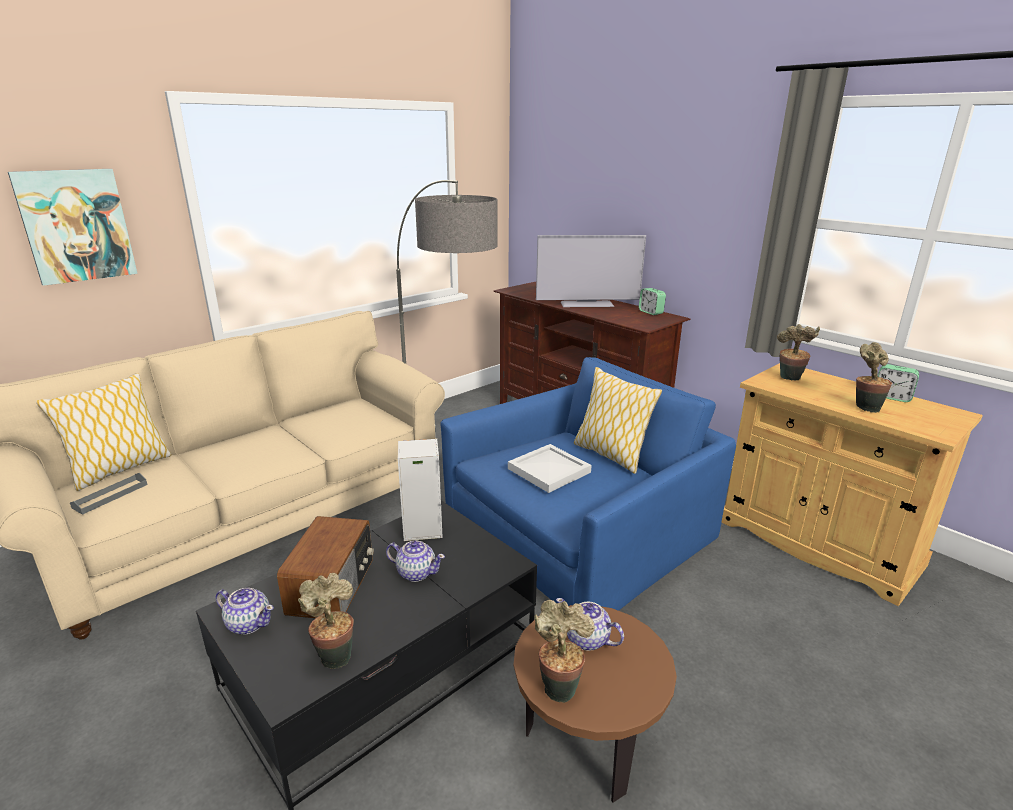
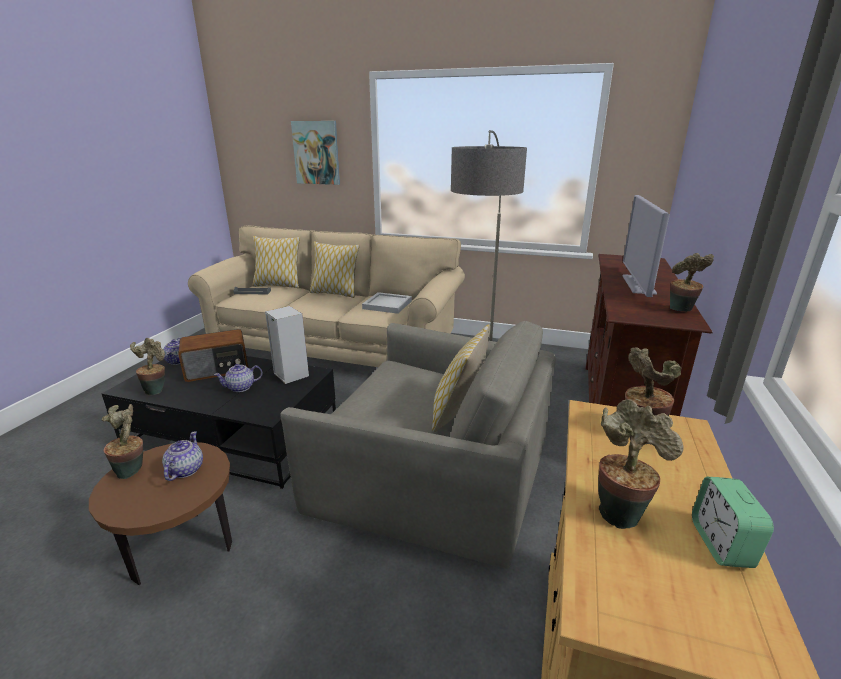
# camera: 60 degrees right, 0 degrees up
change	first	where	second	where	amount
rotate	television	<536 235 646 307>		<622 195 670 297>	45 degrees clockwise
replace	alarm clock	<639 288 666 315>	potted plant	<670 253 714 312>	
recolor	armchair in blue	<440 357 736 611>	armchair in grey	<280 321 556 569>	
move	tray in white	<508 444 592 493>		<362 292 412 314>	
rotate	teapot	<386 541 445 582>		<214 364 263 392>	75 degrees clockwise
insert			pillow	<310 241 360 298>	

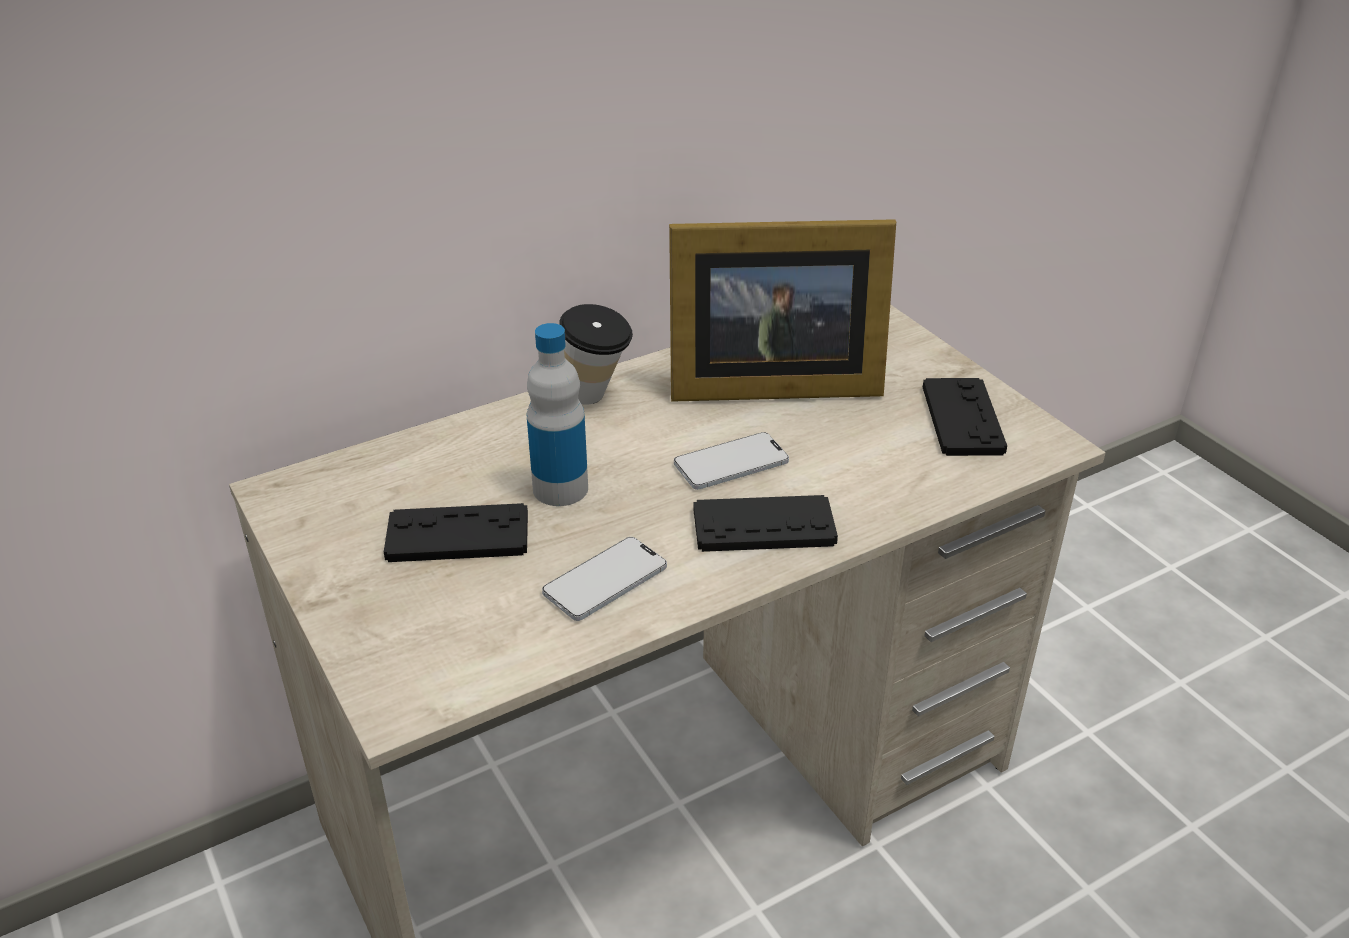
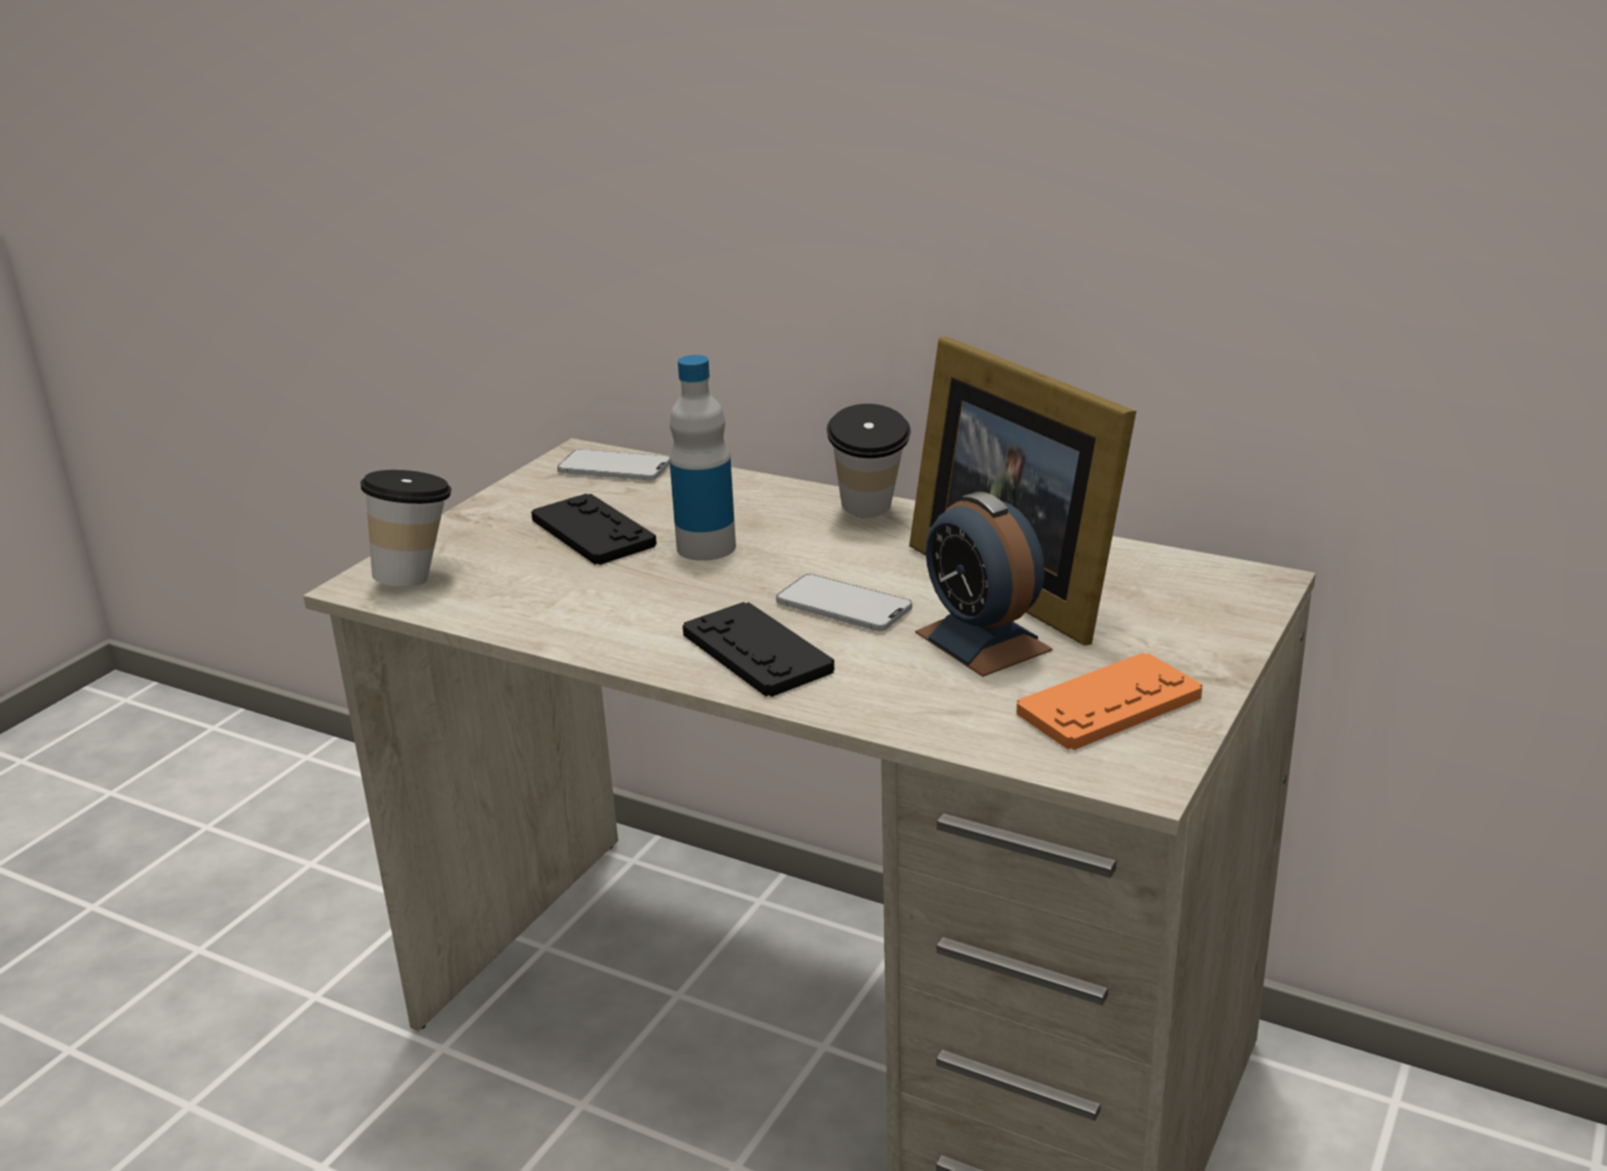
# camera: 60 degrees right, 10 degrees down
change	first	where	second	where	amount
recolor	game controller in black	<923 378 1007 456>	game controller in orange	<1017 653 1202 750>	
move	phone	<542 537 667 621>		<557 449 670 480>	
insert			cup	<360 470 452 586>	
insert			alarm clock	<915 492 1053 677>	

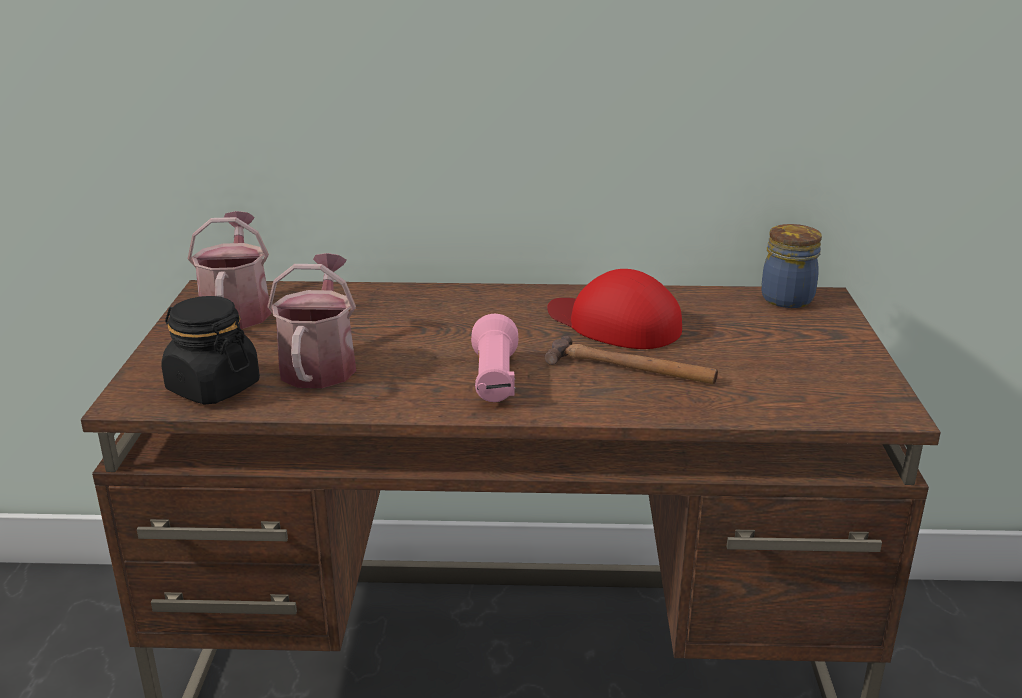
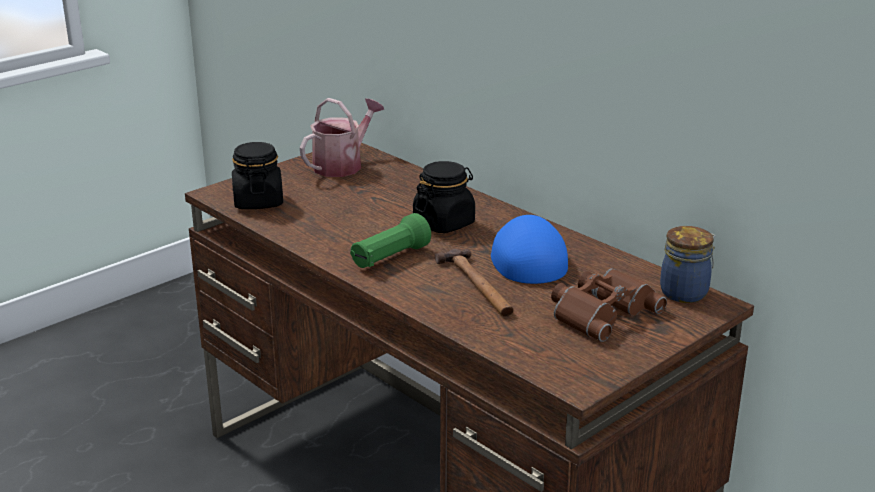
# camera: 45 degrees right, 0 degrees up
change	first	where	second	where	amount
delete	watering can	<267 253 356 388>			
recolor	cap in red	<547 269 682 349>	cap in blue	<491 215 568 284>	
recolor	flashlight in pink	<471 314 518 402>	flashlight in green	<350 213 431 268>	
insert			jar in black	<413 161 475 233>	
insert			binoculars in brown	<551 268 667 342>	

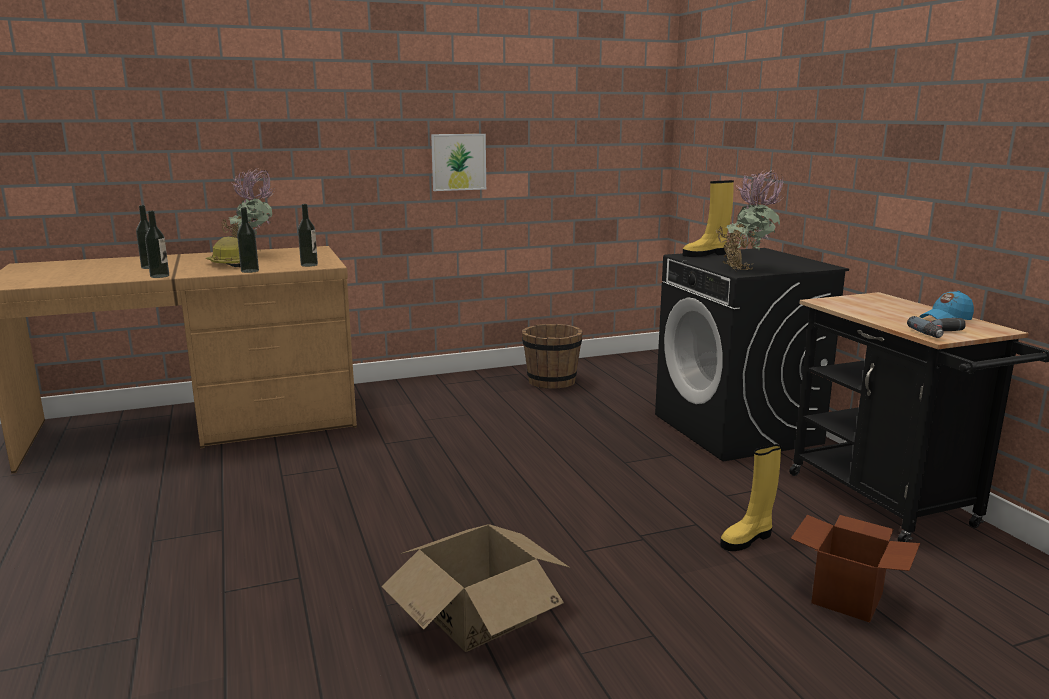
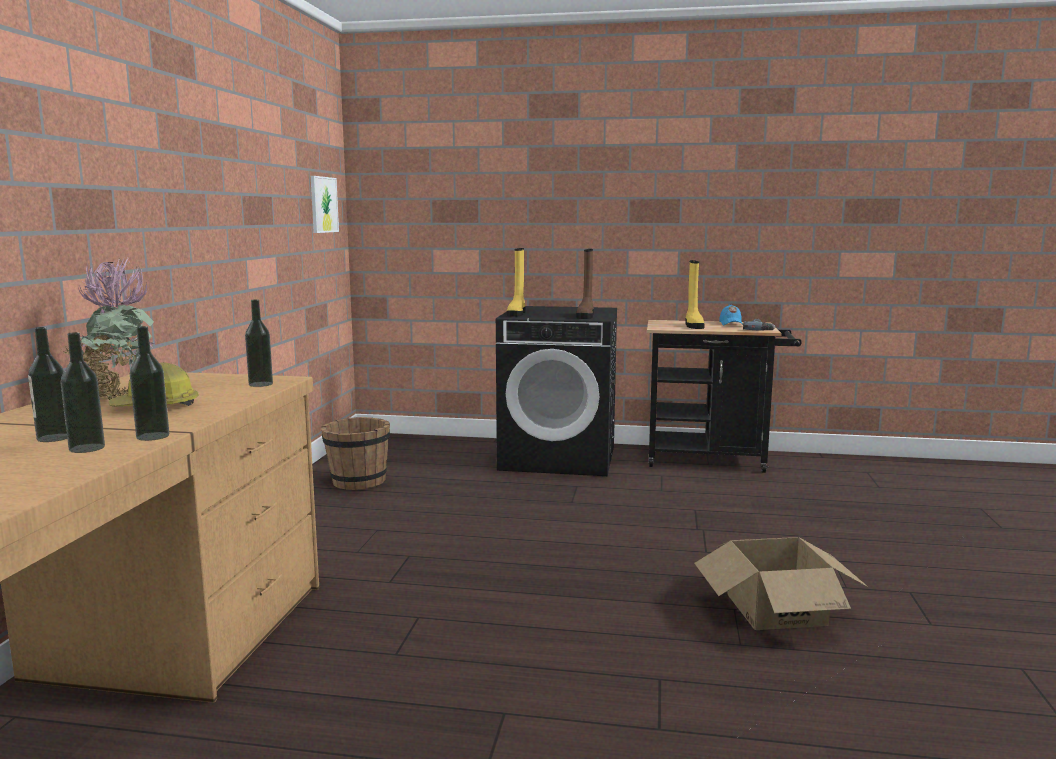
# camera: 60 degrees left, 5 degrees down
change	first	where	second	where	amount
move	picture	<431 134 486 191>		<311 176 339 233>	
replace	potted plant	<715 170 784 271>	boot in brown	<576 249 594 319>	
move	bottle	<237 207 259 273>		<61 332 105 453>	
move	boot in yellow	<720 444 781 551>		<685 260 705 329>	
delete	cardboard box	<791 515 920 622>			

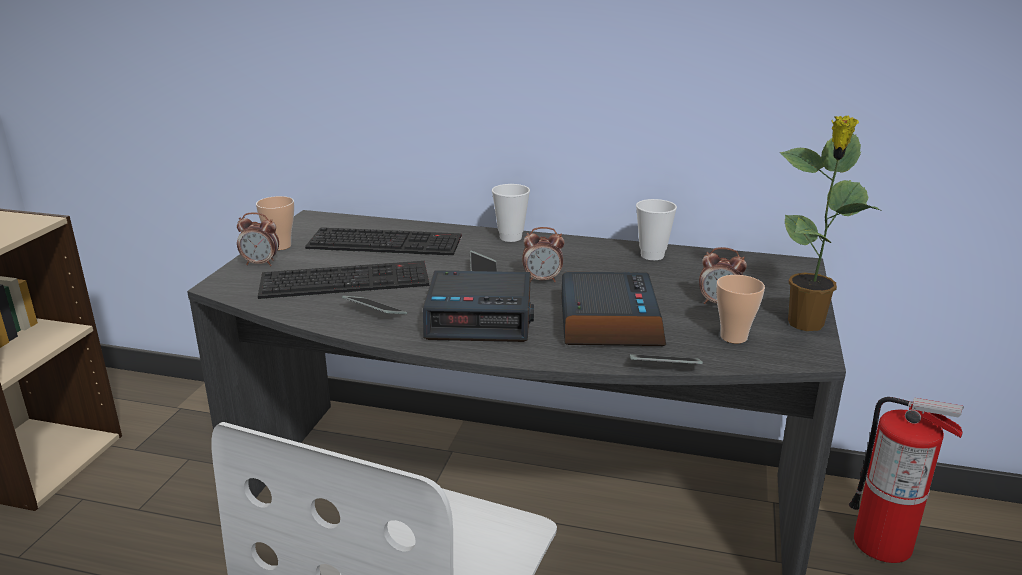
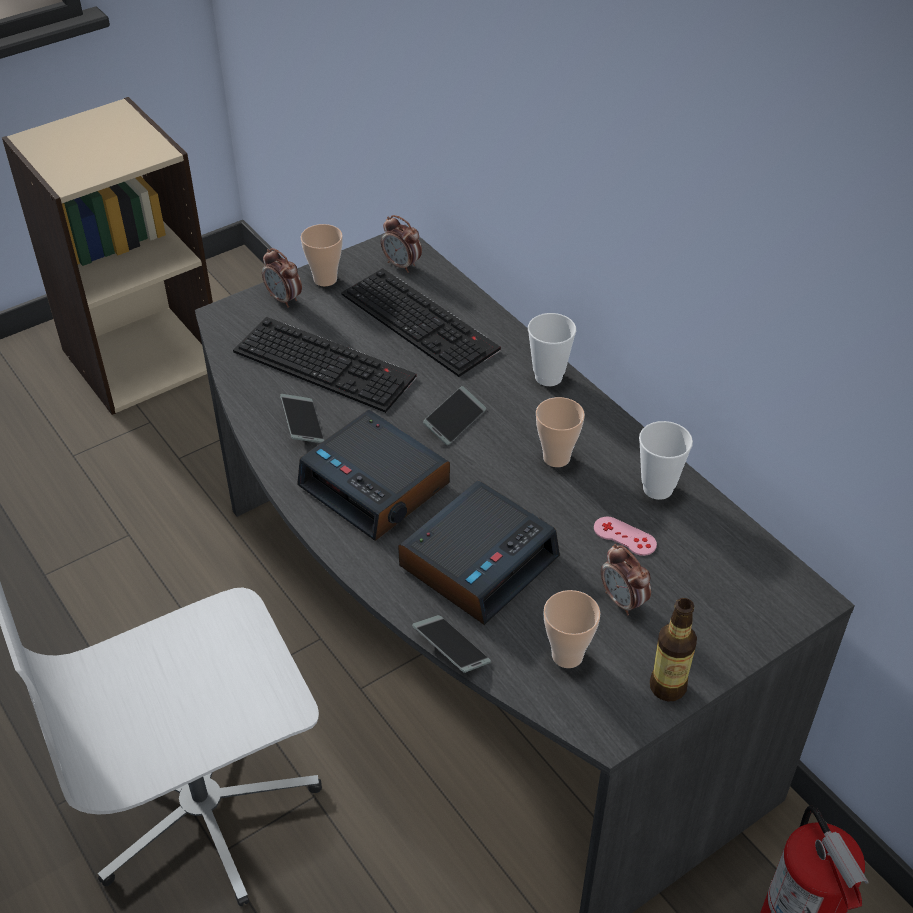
# camera: 40 degrees right, 20 degrees up
change	first	where	second	where	amount
replace	potted plant	<779 116 882 331>	bottle	<650 598 697 701>	
move	alarm clock	<522 227 564 282>		<381 215 422 273>	
insert			cup	<536 397 585 467>	
insert			game controller in pink	<594 517 657 556>	

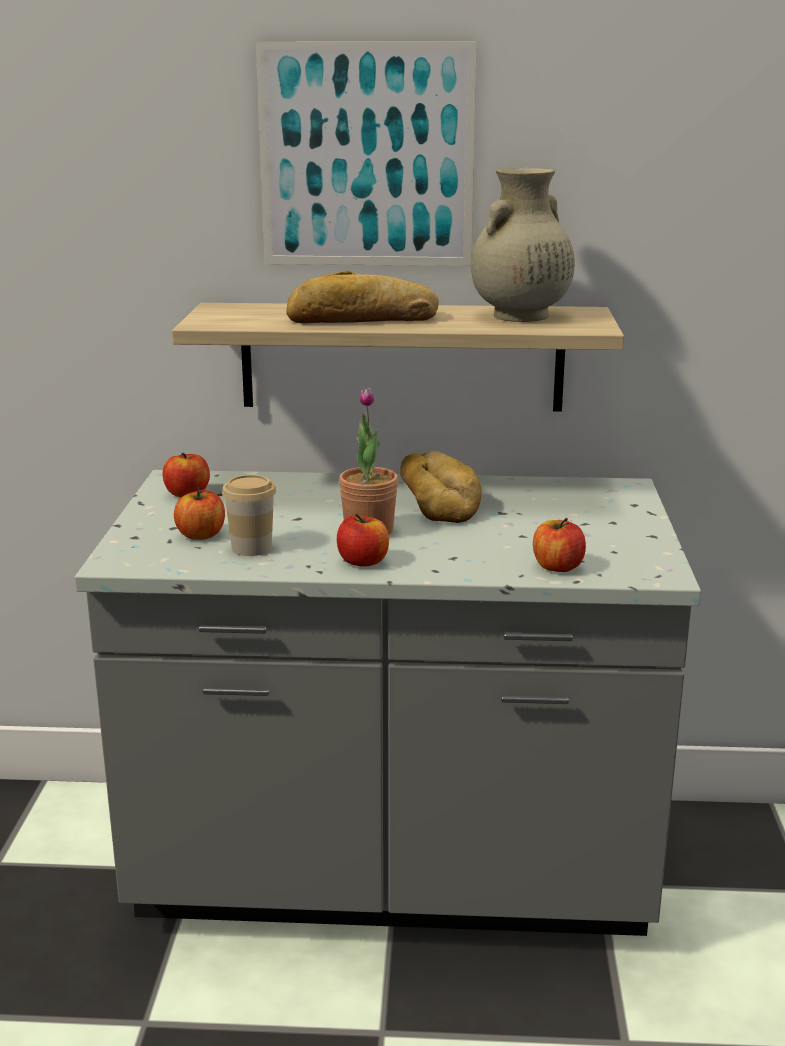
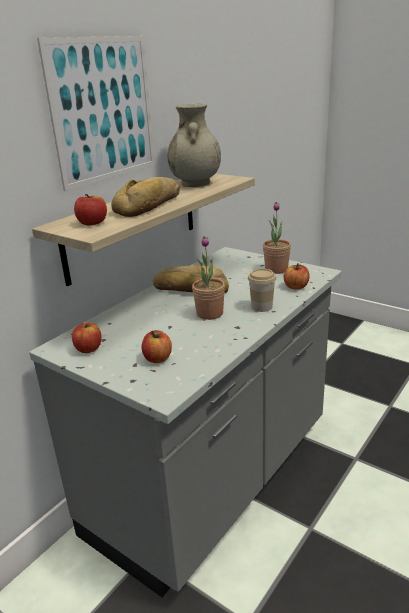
# camera: 55 degrees left, 5 degrees up
change	first	where	second	where	amount
move	cup	<222 475 276 556>		<248 269 276 312>	
move	apple	<337 514 389 567>		<74 194 107 225>	
insert			potted plant	<263 202 291 274>	

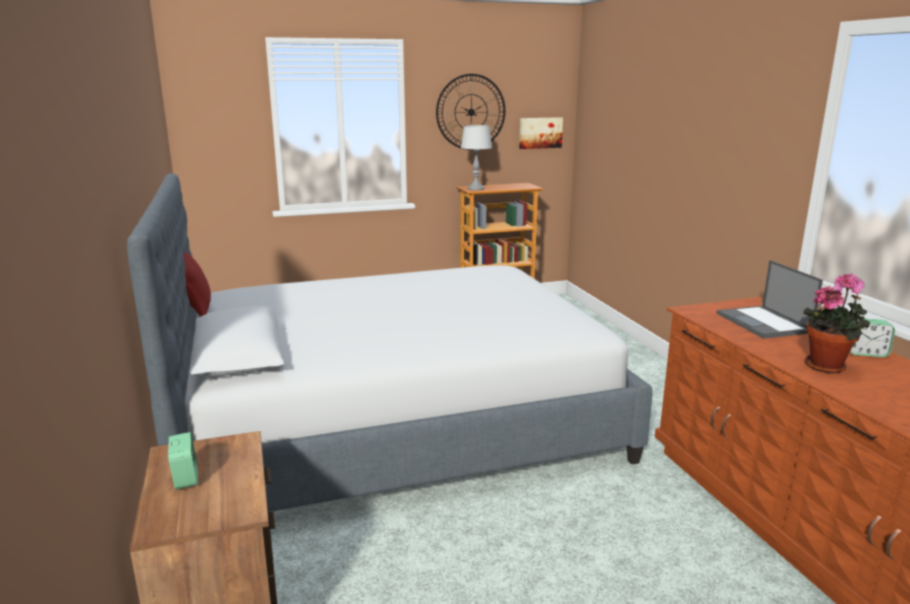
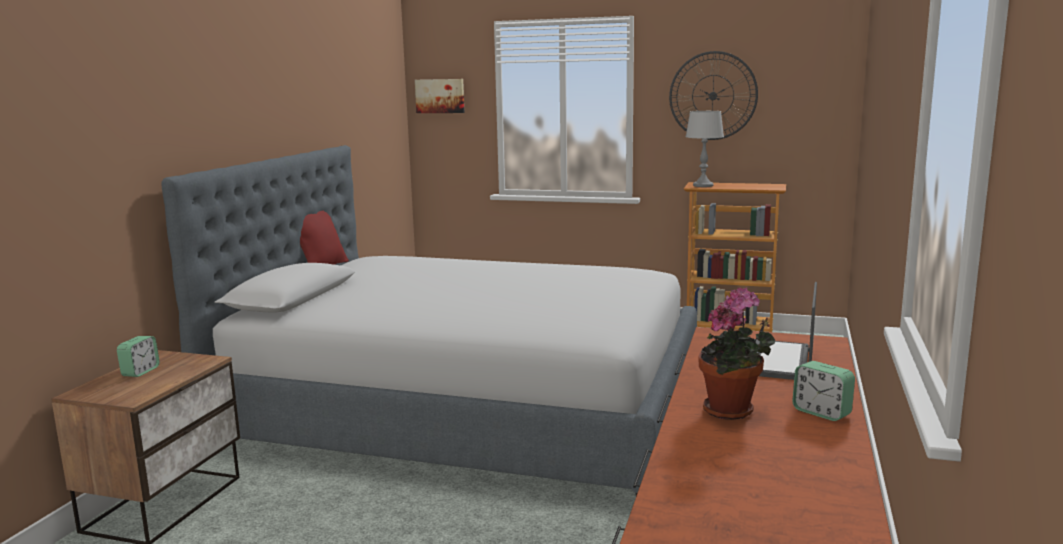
# camera: 35 degrees right, 5 degrees down
change	first	where	second	where	amount
move	picture	<519 117 563 149>		<415 79 464 113>	

